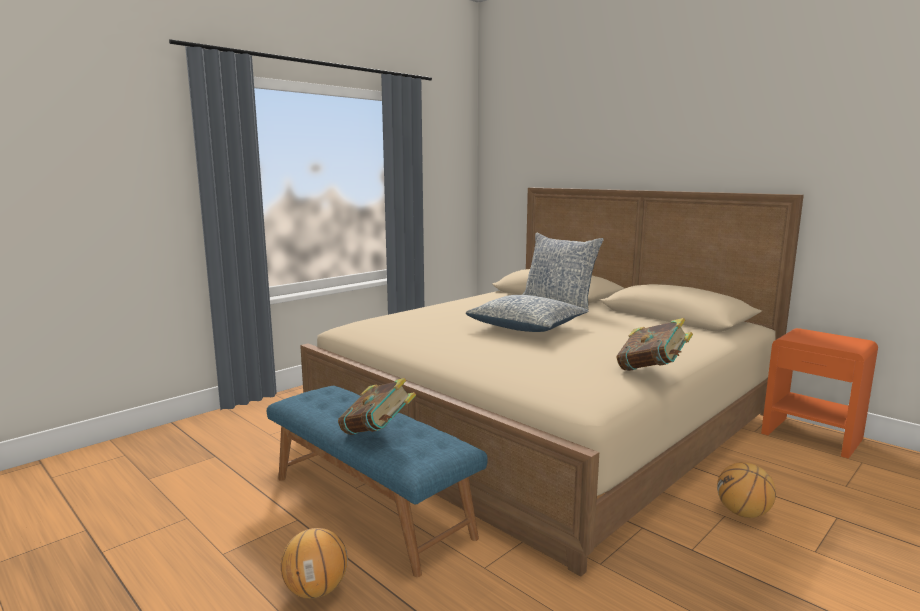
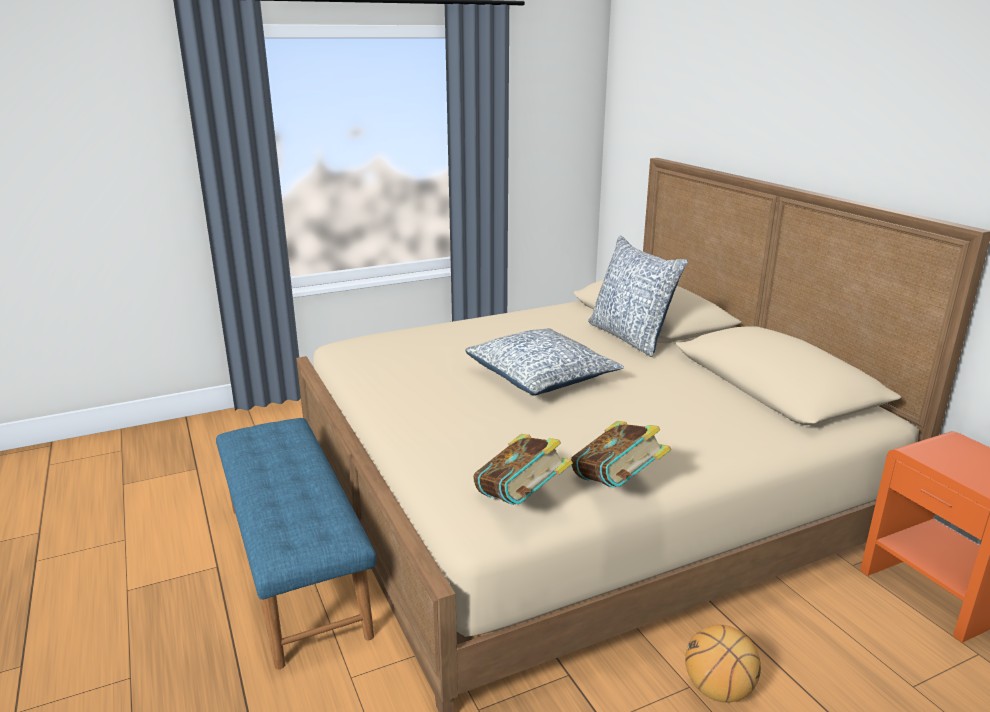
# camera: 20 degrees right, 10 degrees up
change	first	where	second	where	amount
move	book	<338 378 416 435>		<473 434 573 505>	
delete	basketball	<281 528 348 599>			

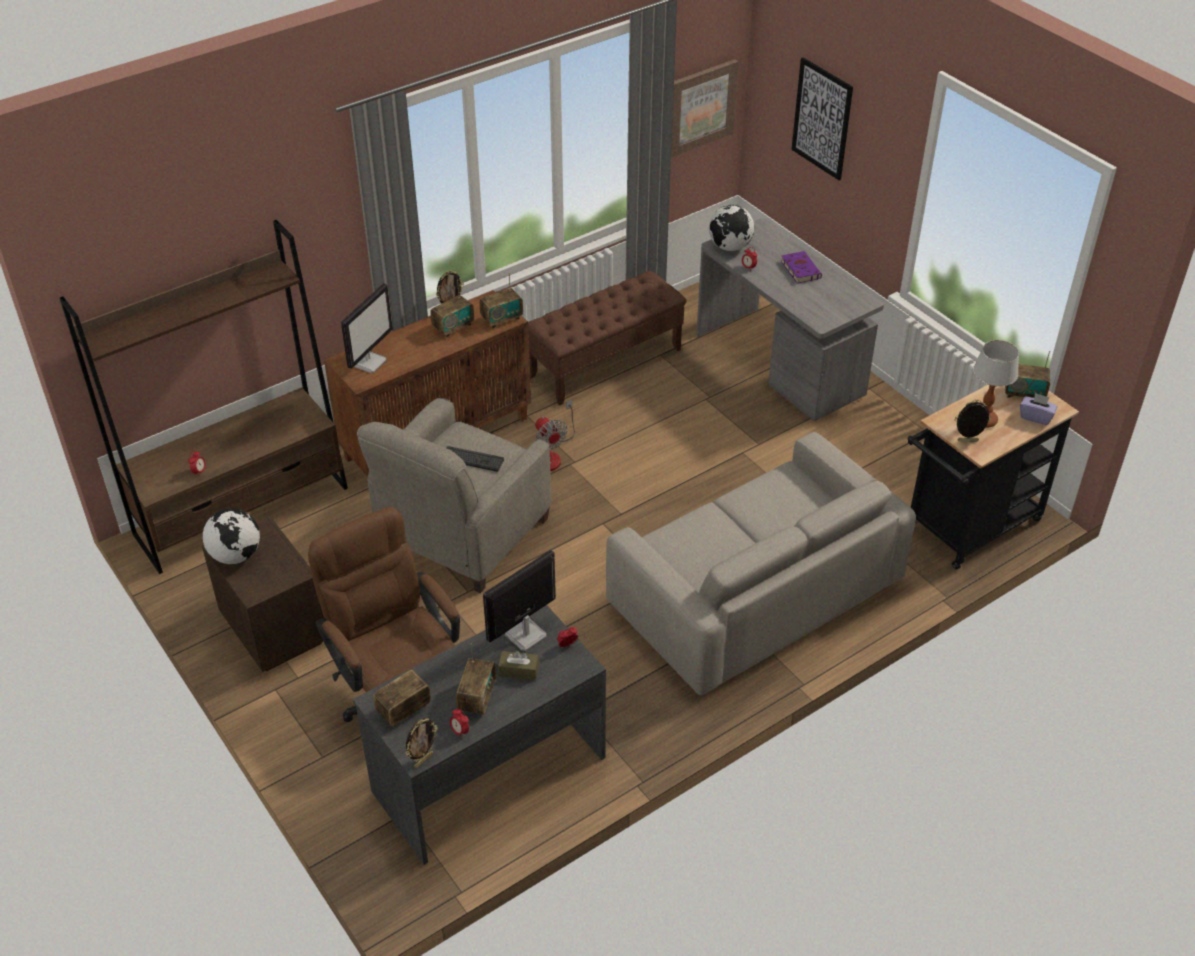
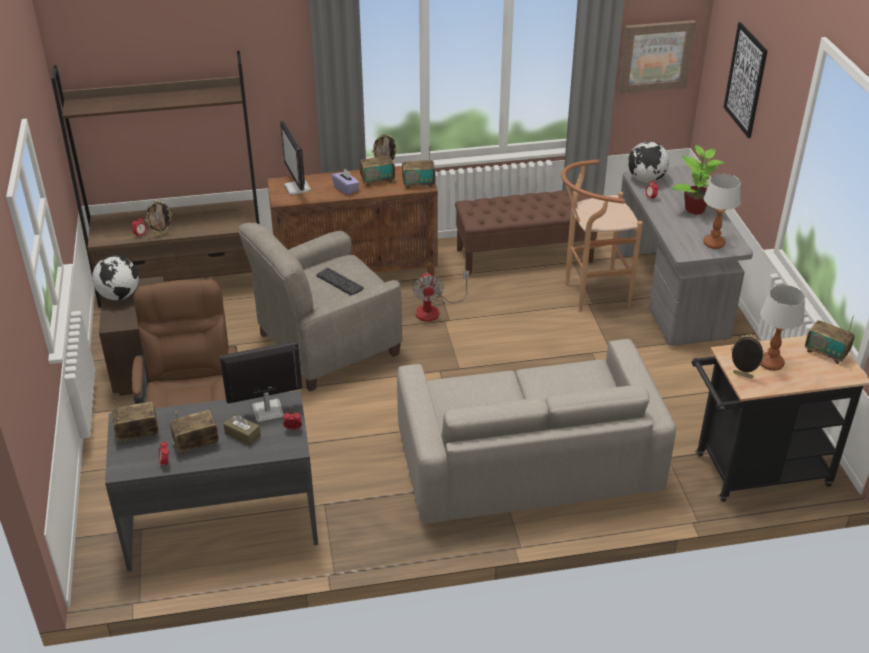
# camera: 25 degrees right, 5 degrees down
change	first	where	second	where	amount
replace	book in purple	<781 251 822 283>	potted plant	<671 145 724 215>	
rotate	monitor	<341 283 393 373>		<280 121 311 195>	105 degrees clockwise
move	tissue box in purple	<1020 393 1057 425>		<332 168 360 195>	
rotate	radio	<456 643 496 716>		<170 410 219 454>	150 degrees counterclockwise
move	picture frame	<405 718 438 768>		<145 201 173 238>	
insert			stool in brown	<561 160 643 312>	
insert			table lamp	<703 174 741 249>	

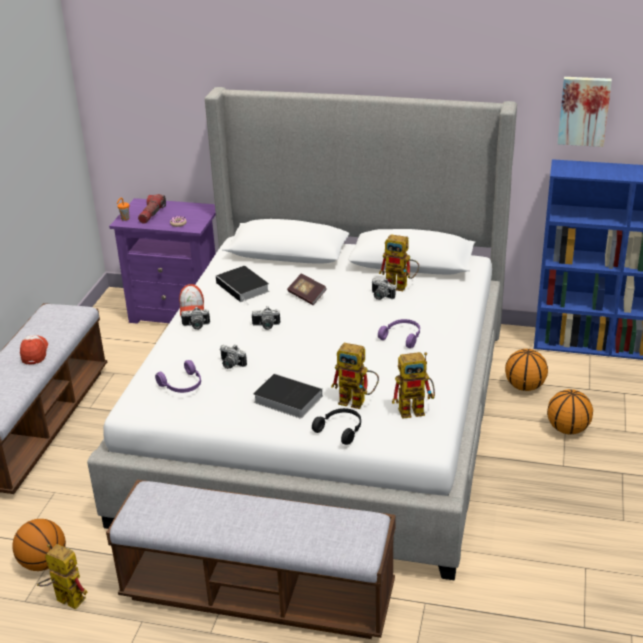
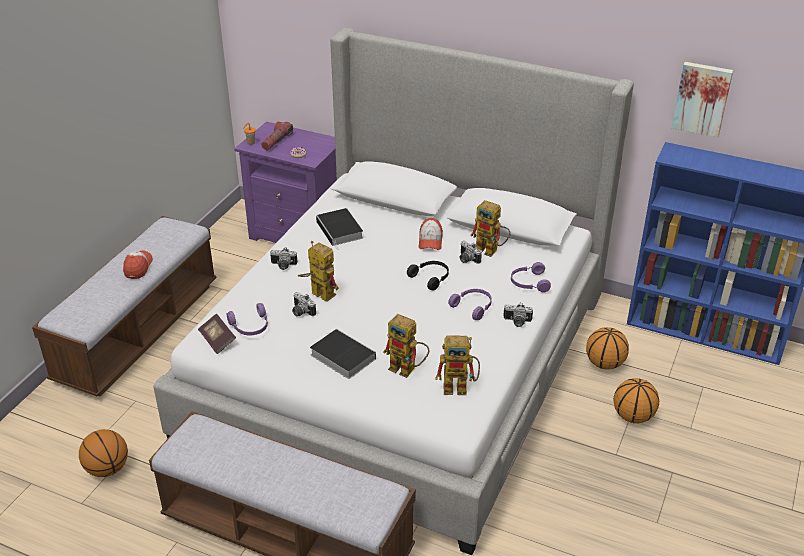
# camera: 10 degrees right, 5 degrees up
change	first	where	second	where	amount
move	book	<287 273 327 305>		<198 313 236 354>	
move	cap	<179 284 204 316>		<419 218 443 250>	
move	photo camera	<252 306 280 330>		<503 303 533 327>	
move	headphones in black	<312 408 361 445>		<407 261 449 290>	
move	toy robot	<37 544 87 610>		<298 241 339 302>	
insert			headphones in purple	<511 262 551 293>	

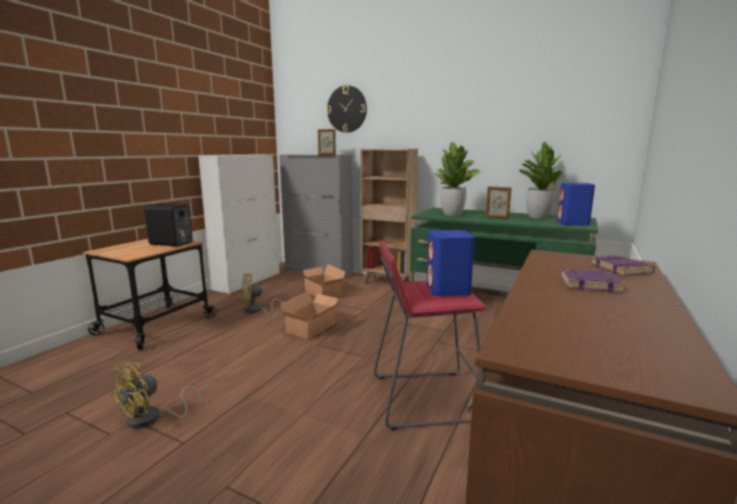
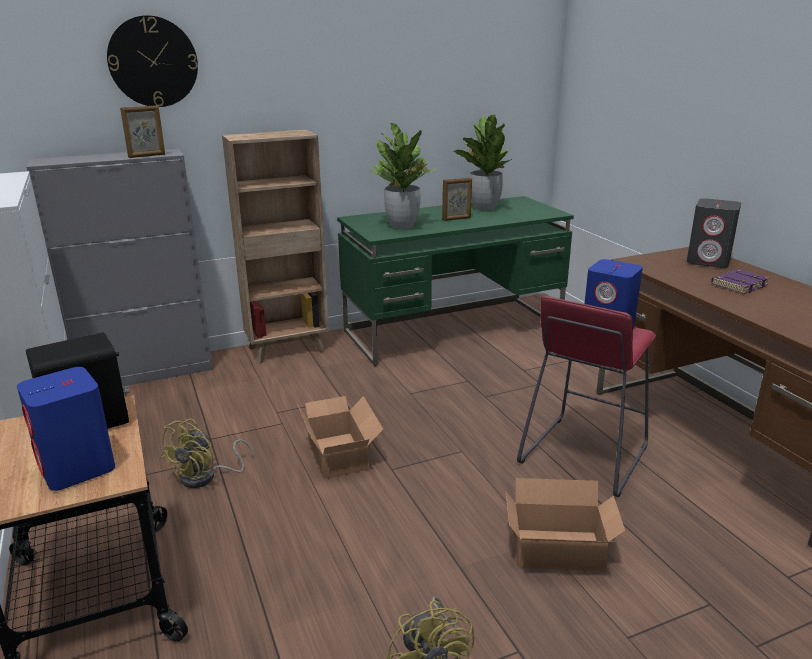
# camera: 50 degrees left, 10 degrees up
change	first	where	second	where	amount
move	speaker in blue	<557 183 595 226>		<17 367 115 491>	
replace	book in purple	<590 255 655 276>	speaker in grey	<687 198 741 268>	
move	cardboard box	<298 264 346 298>		<506 478 625 571>	

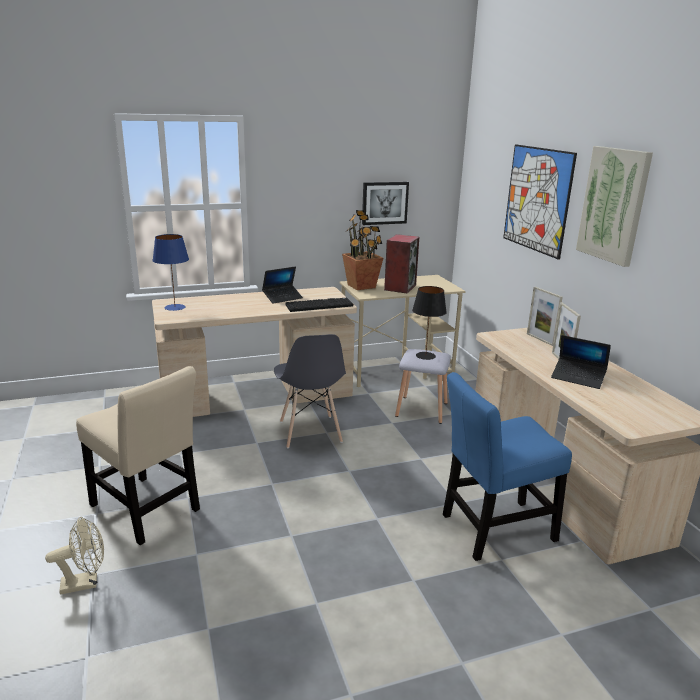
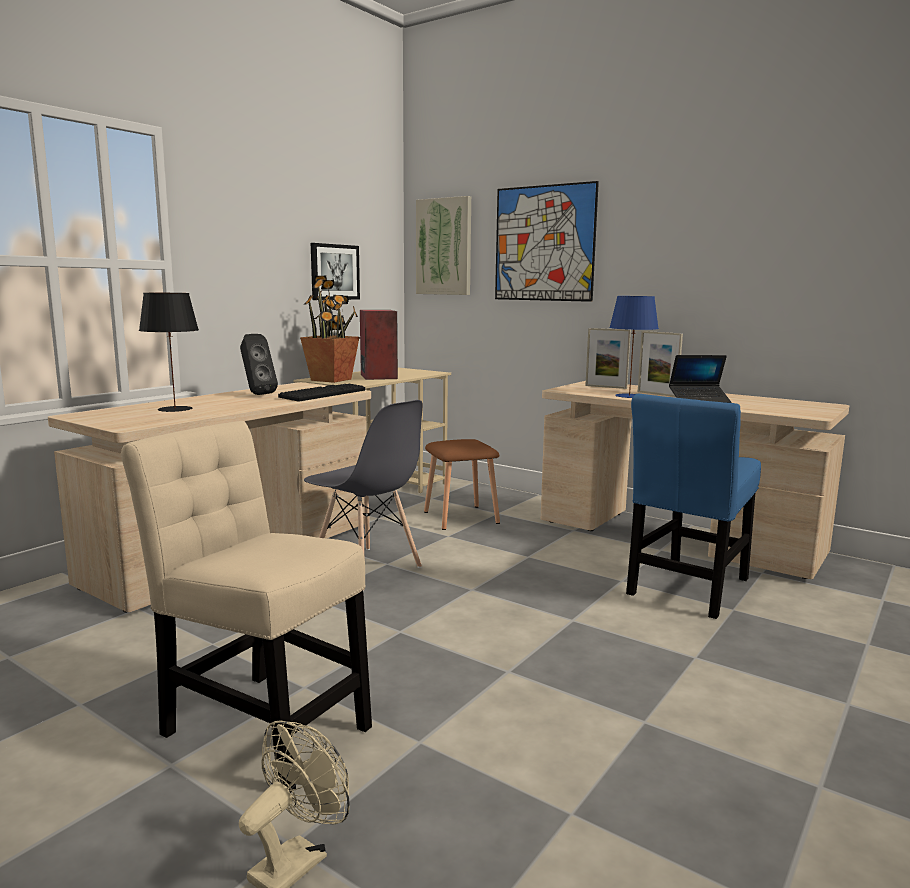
# camera: 35 degrees left, 10 degrees down
change	first	where	second	where	amount
move	picture	<576 146 653 267>		<416 196 471 295>	
move	table lamp in blue	<152 234 189 311>		<609 296 659 398>	
replace	laptop	<262 266 303 304>	speaker in black	<240 334 278 395>	
move	table lamp in black	<412 286 447 360>		<139 293 199 412>	
recolor	stool in grey	<395 349 451 424>	stool in brown	<424 439 500 530>	
rotate	chair in beige	<76 366 200 545>		<121 421 372 793>	150 degrees counterclockwise

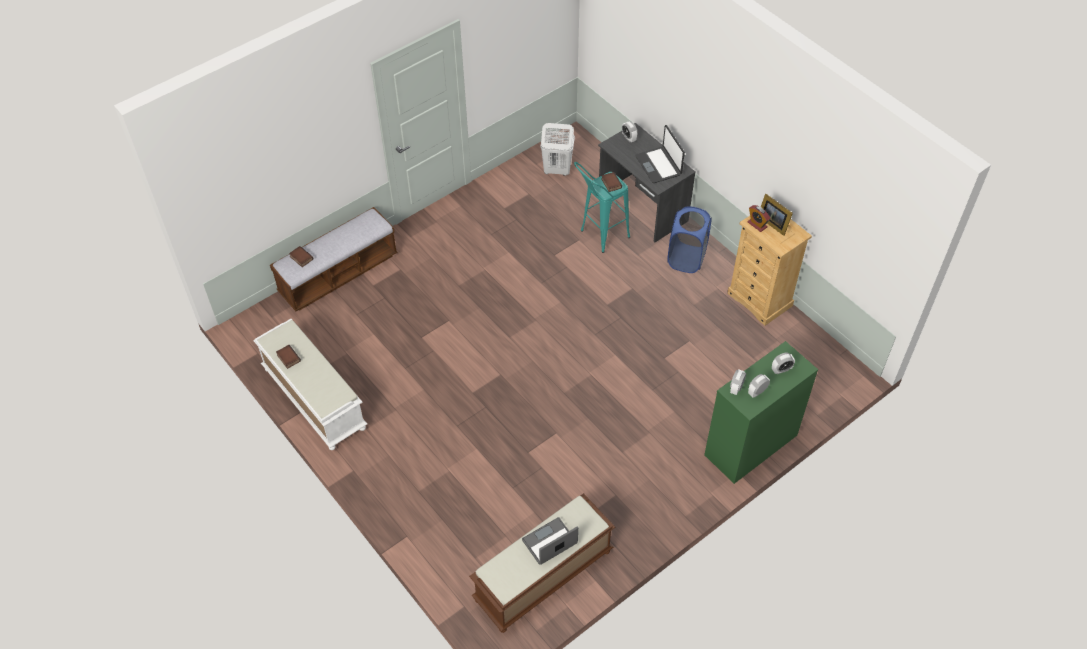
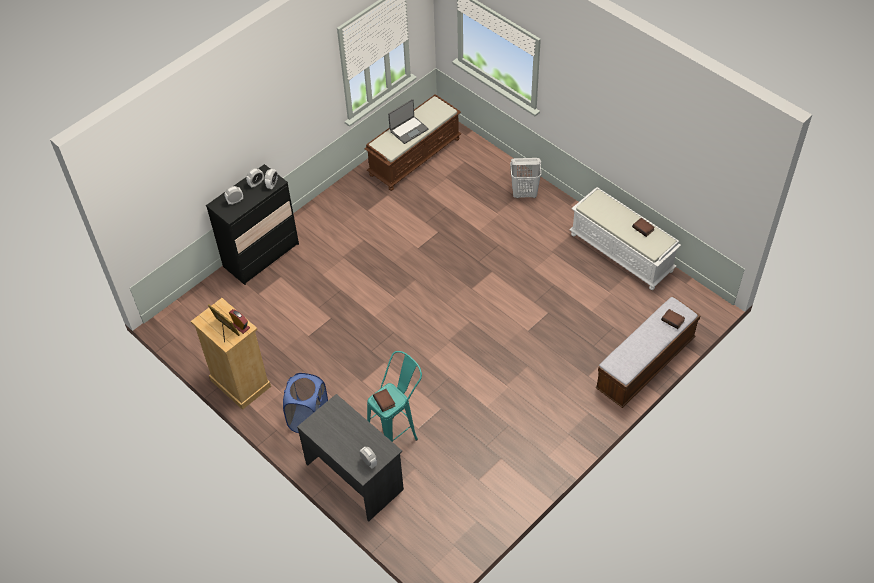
# camera: 175 degrees right, 0 degrees up
change	first	where	second	where	amount
move	laundry basket in white	<541 123 575 176>		<510 158 541 198>	
delete	laptop	<636 125 685 183>			
recolor	dresser in green	<704 341 818 484>	dresser in black	<206 164 299 285>	

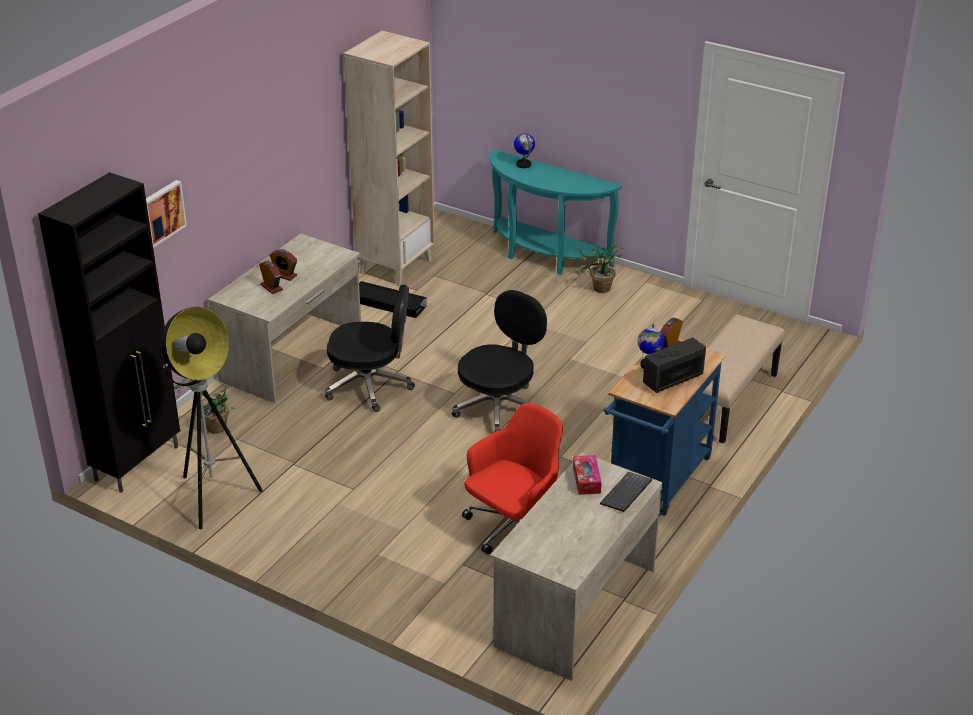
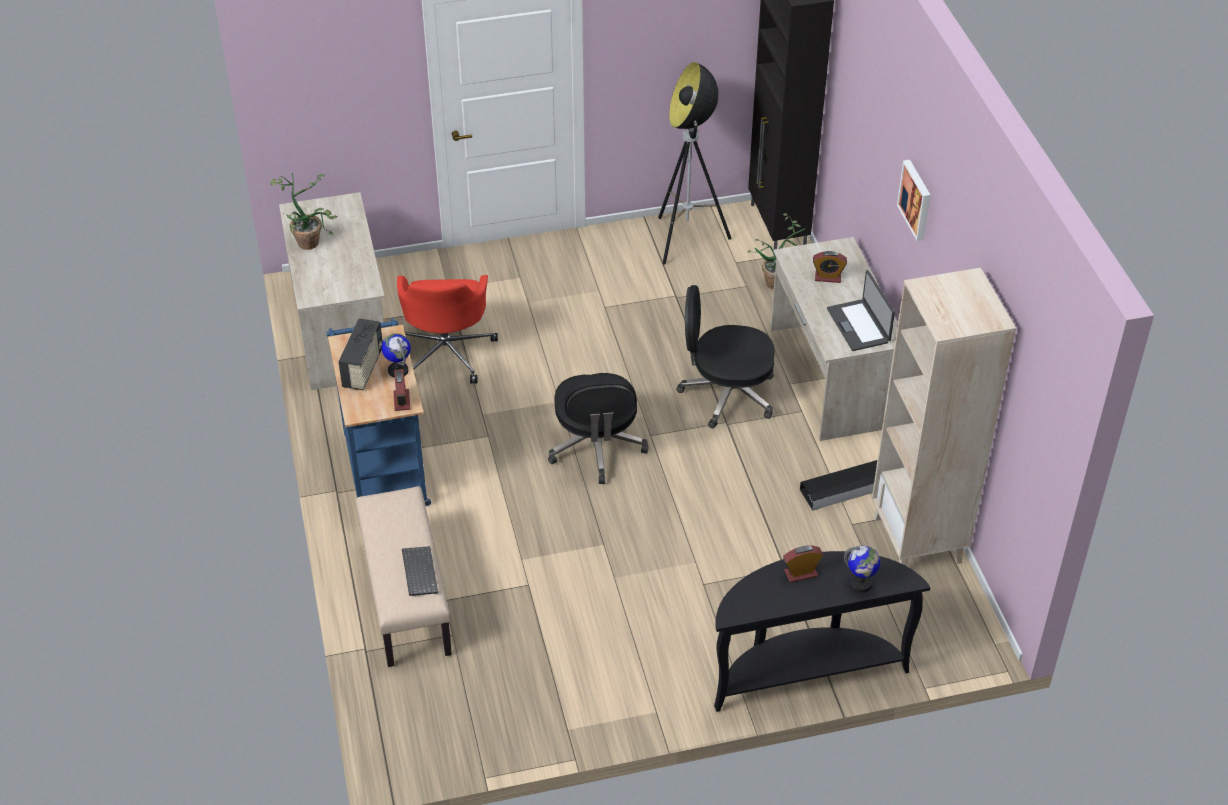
# camera: 135 degrees right, 10 degrees up
change	first	where	second	where	amount
recolor	console table in turquoise	<490 149 622 274>	console table in black	<714 551 930 712>	
move	picture	<146 180 187 248>		<897 160 930 241>	
move	potted plant	<574 245 625 293>		<270 173 337 250>	
move	alarm clock	<269 249 297 281>		<783 546 823 583>	
rotate	office chair in black	<325 285 415 412>		<676 285 775 428>	45 degrees clockwise
delete	tissue box	<573 455 602 495>			
move	keyboard	<600 472 652 512>		<402 546 438 596>	
insert			laptop	<827 270 895 351>	

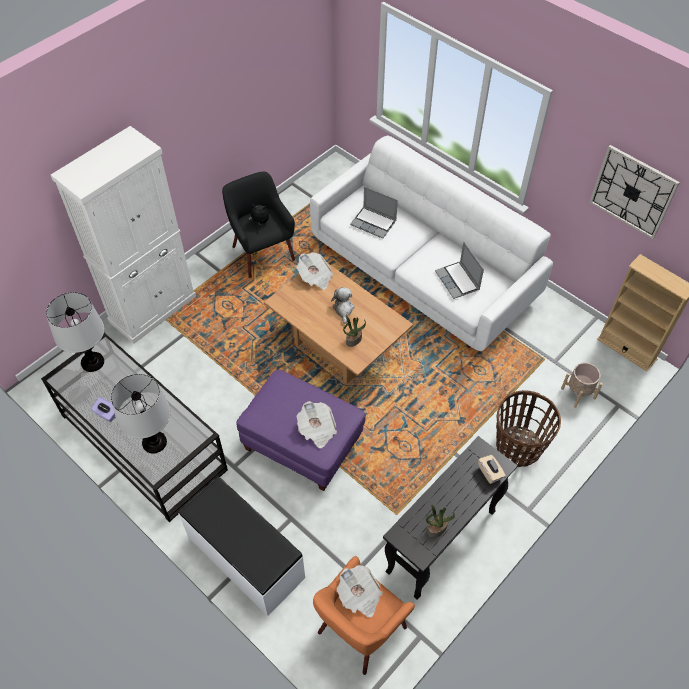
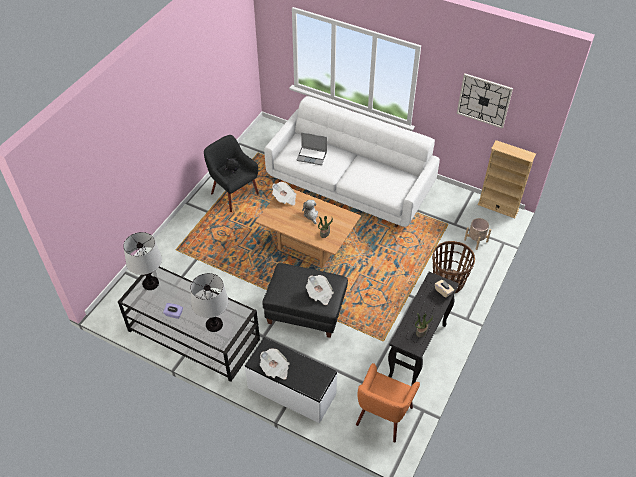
# camera: 15 degrees left, 5 degrees down
change	first	where	second	where	amount
delete	cabinet in white	<51 126 196 344>			
delete	laptop	<435 242 484 299>			
recolor	ottoman in purple	<236 370 366 491>	ottoman in black	<262 263 348 338>	
move	newspaper	<337 565 383 618>		<260 348 290 379>	

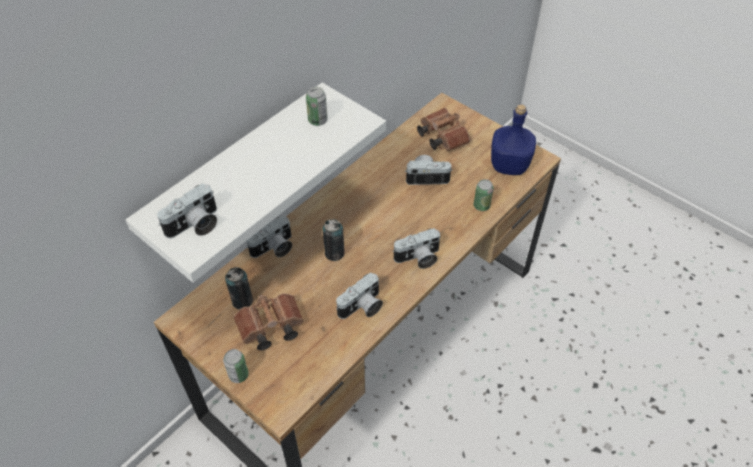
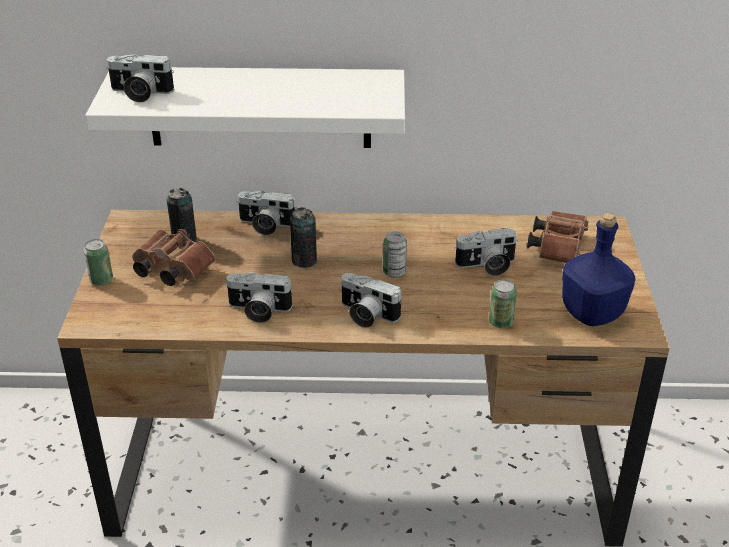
# camera: 50 degrees right, 15 degrees down
change	first	where	second	where	amount
move	can	<306 87 328 126>		<383 231 407 278>	
rotate	photo camera	<405 155 453 185>		<454 228 518 276>	120 degrees clockwise

